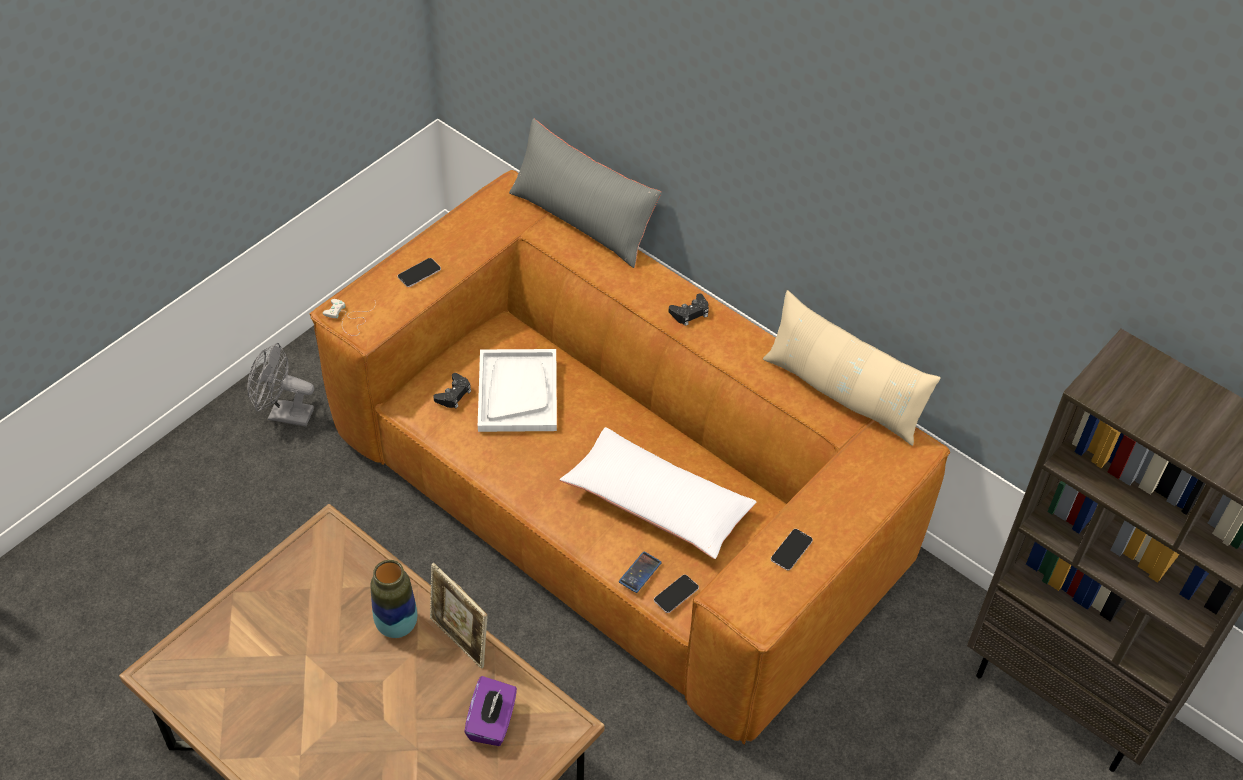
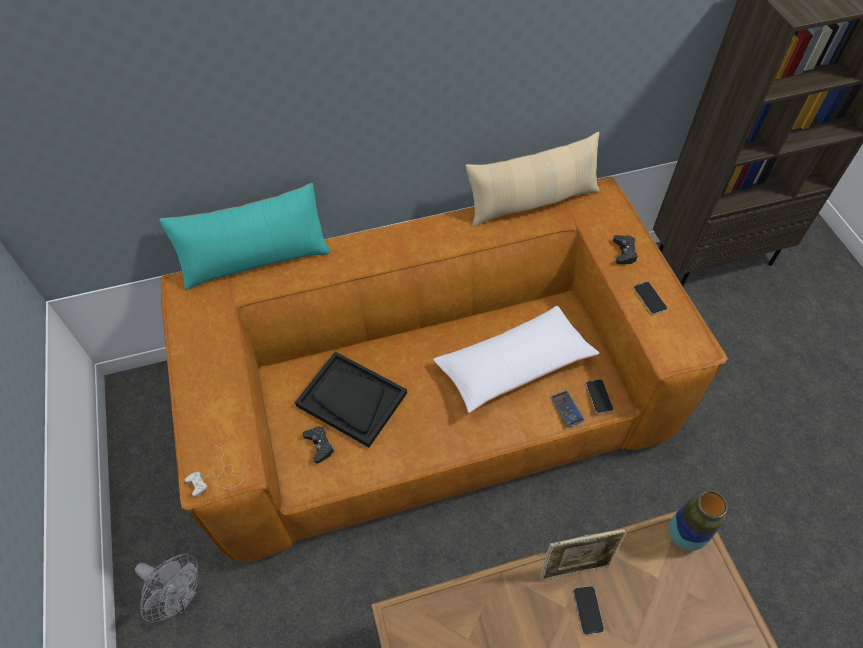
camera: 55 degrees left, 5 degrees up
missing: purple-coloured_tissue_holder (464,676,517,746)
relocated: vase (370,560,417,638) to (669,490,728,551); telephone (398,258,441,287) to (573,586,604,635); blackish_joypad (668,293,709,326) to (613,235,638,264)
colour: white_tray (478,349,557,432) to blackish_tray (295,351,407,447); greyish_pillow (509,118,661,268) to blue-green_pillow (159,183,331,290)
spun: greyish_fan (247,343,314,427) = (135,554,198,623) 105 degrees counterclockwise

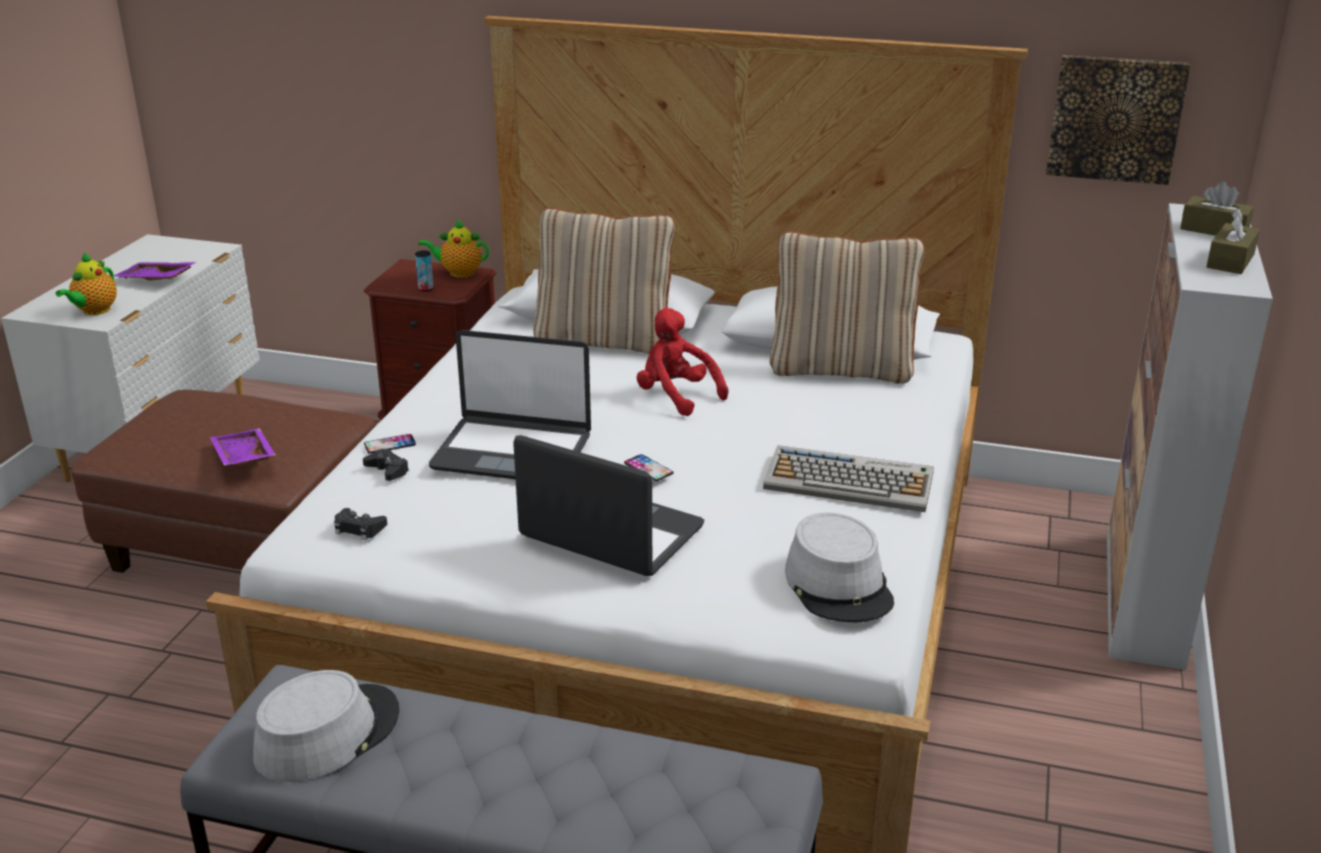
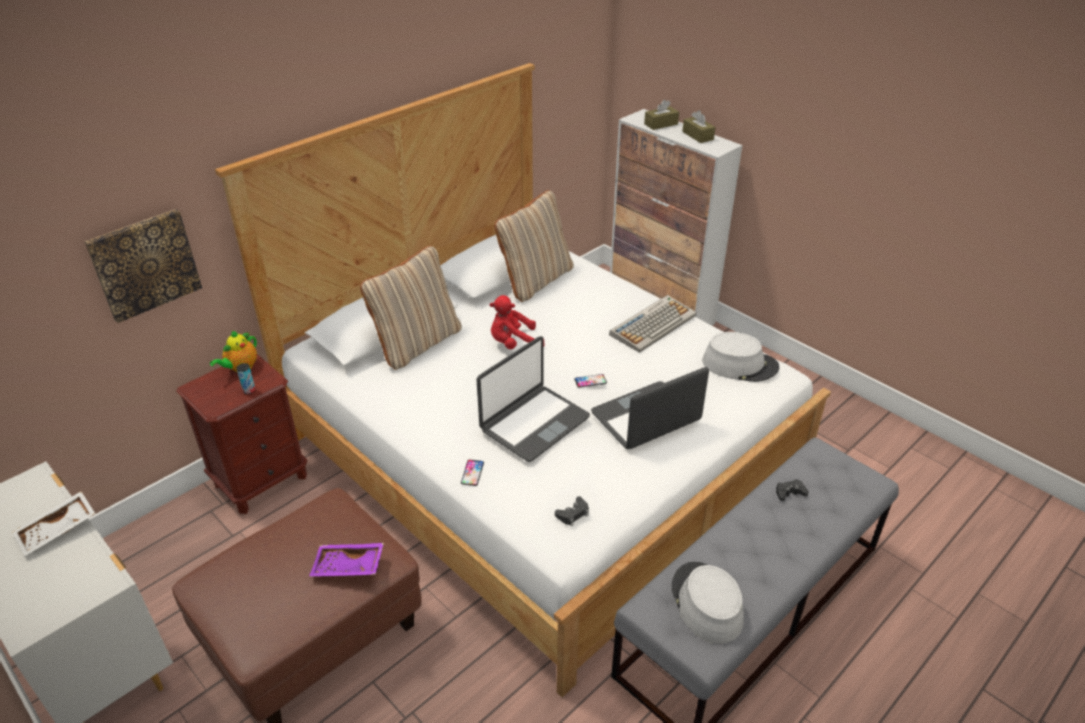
camera: 60 degrees left, 10 degrees up
missing: tea_pot (55,253,117,315)
relocated: blackish_joypad (363,449,409,481) to (776,479,809,501); picture (1046,55,1190,185) to (84,209,202,323)
colour: purple-coloured_tray (114,262,197,281) to white_tray (12,491,95,556)

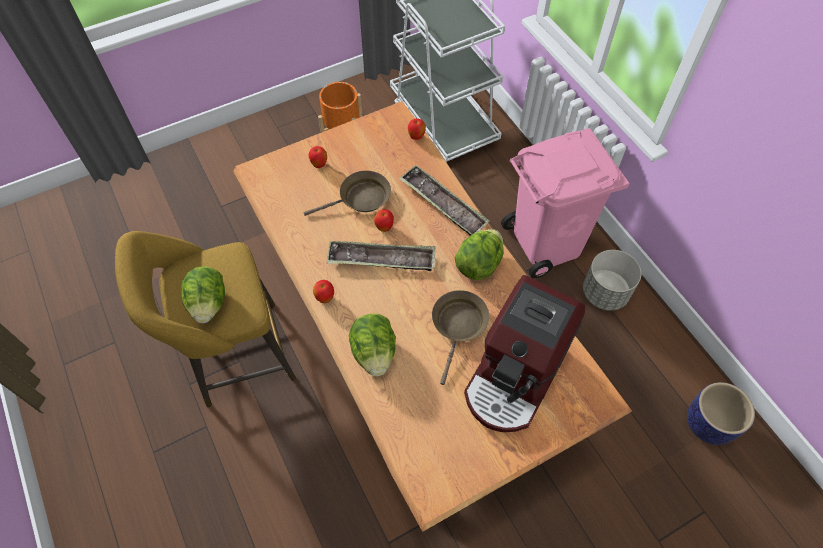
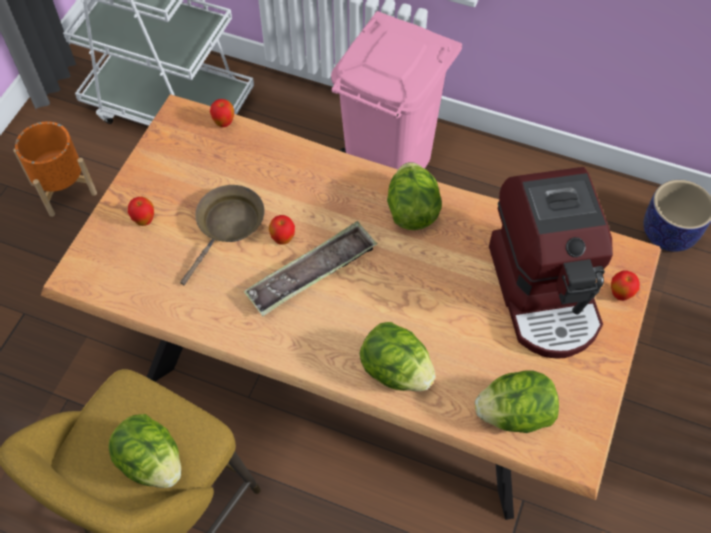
camera: 40 degrees left, 0 degrees up
missing: tray (399,164,490,235); brownish_skillet (432,290,489,385); greyish_plant_pot (583,250,641,311)
appeared: lettuce (475,370,559,433)
relocated: whole_apple (313,280,334,303) to (611,271,640,301)

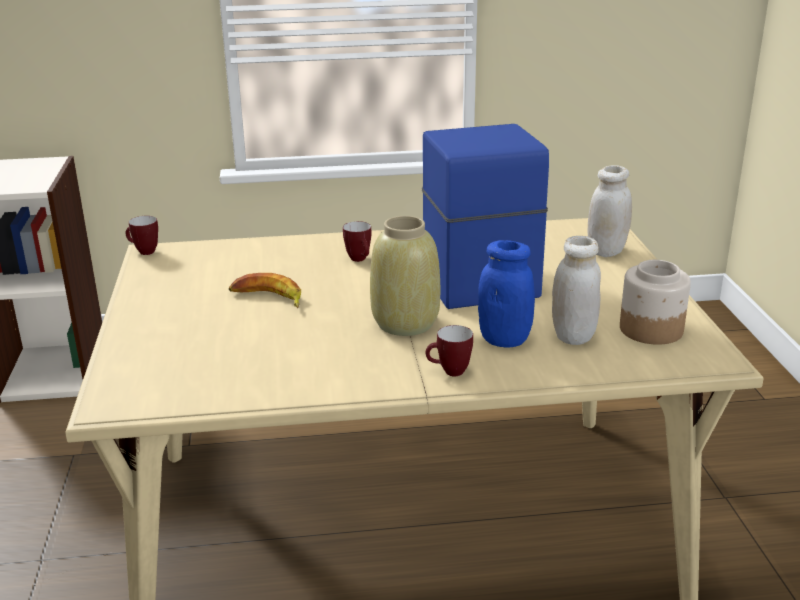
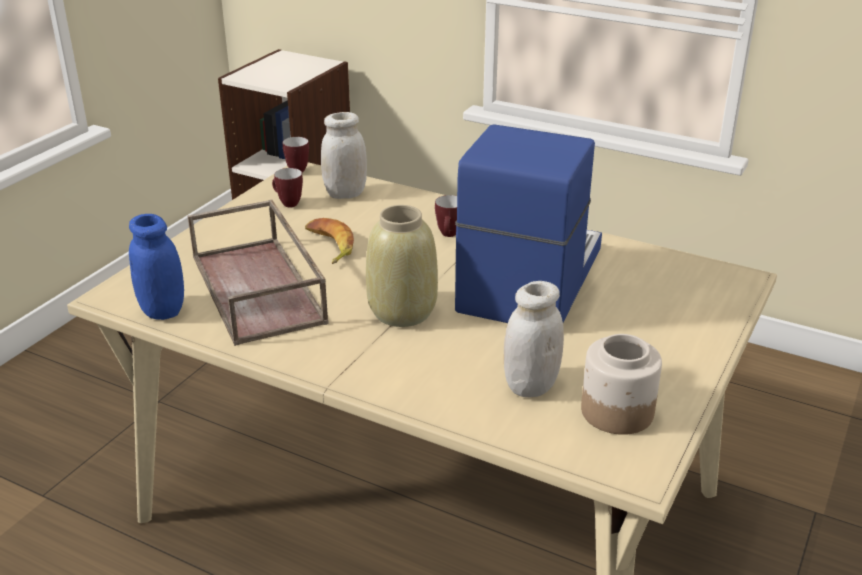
camera: 35 degrees right, 5 degrees up
appeared: brownish_tray (187,200,329,346)
relocated: coffee_mug (426,325,473,377) to (272,168,303,207); blue_preserve_jar (478,240,535,348) to (129,214,184,320); white_preserve_jar (588,165,632,257) to (321,112,367,199)

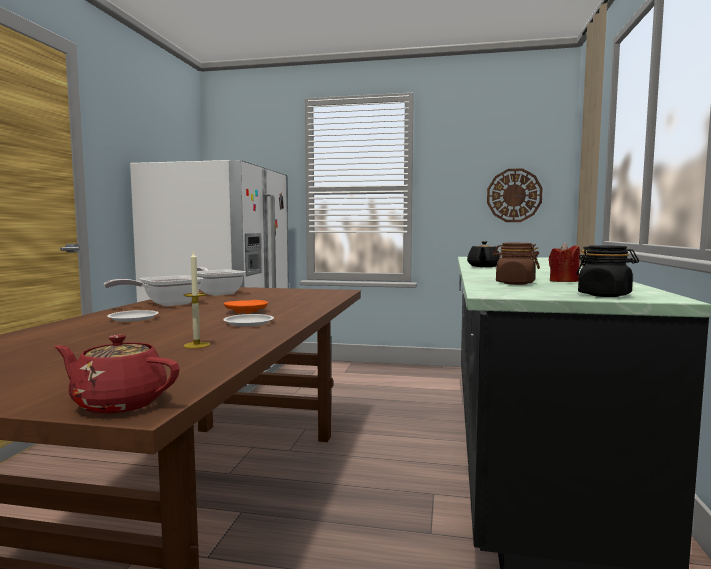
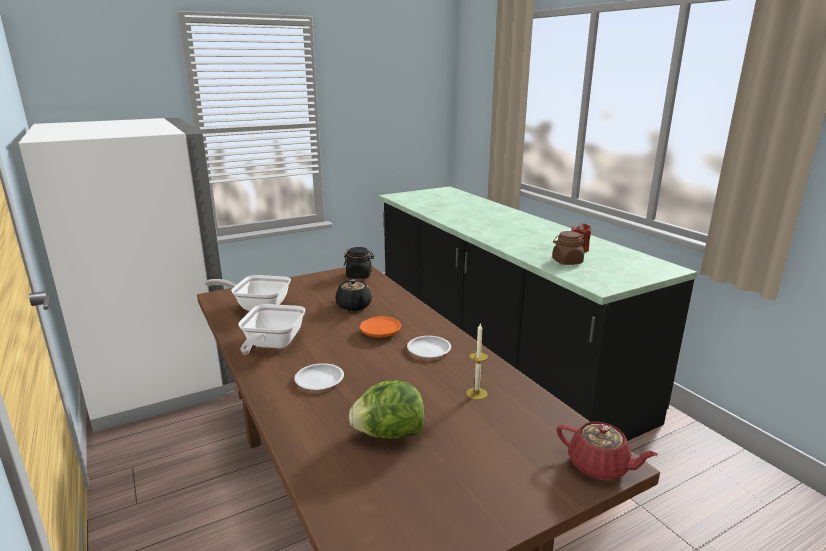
camera: 40 degrees left, 15 degrees up
missing: wall_clock (487,168,543,222)
appeared: lettuce (349,380,425,439)
relocated: blackish_tea_pot (467,241,501,267) to (335,279,372,311); blackish_preserve_jar (576,245,639,297) to (344,247,374,279)
spun: reddish_tea_pot (54,335,180,414) = (557,422,658,480) 120 degrees counterclockwise

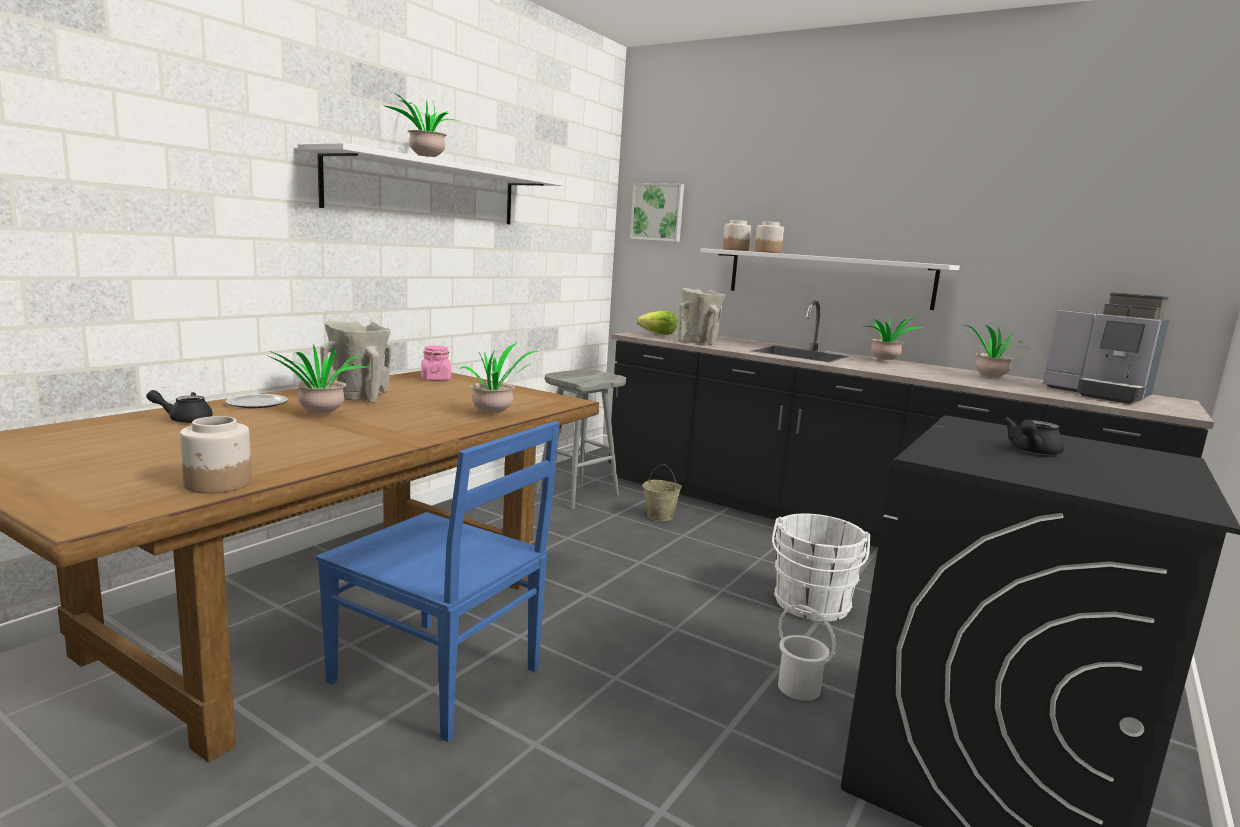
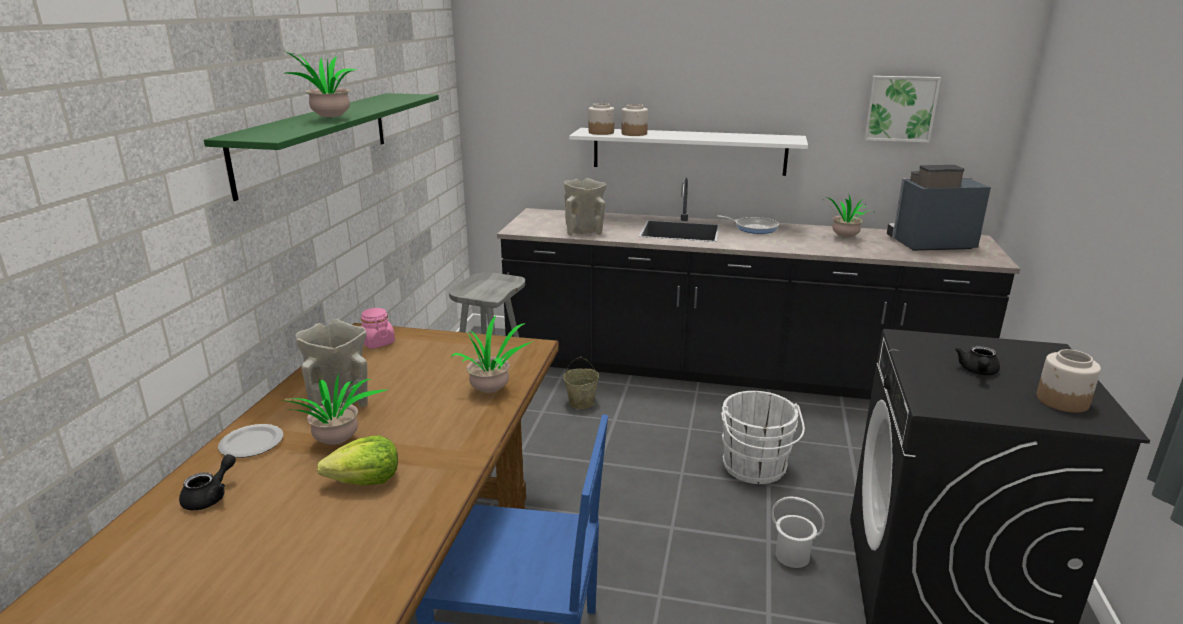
camera: 20 degrees left, 10 degrees up
relocated: preserve_jar (180,416,252,494) to (1036,349,1101,413); picture (630,183,684,242) to (864,76,941,143); lettuce (637,311,677,335) to (317,436,398,485)
exchanged: houseplant (865,314,924,361) to skillet (717,215,779,234)
colour: white_shelf (298,143,563,224) to greenish_shelf (204,93,439,201)
spun: blackish_tea_pot (146,390,213,423) = (179,454,236,510) 150 degrees clockwise; coffee_brewer (1043,292,1169,404) = (887,165,991,251) 150 degrees clockwise

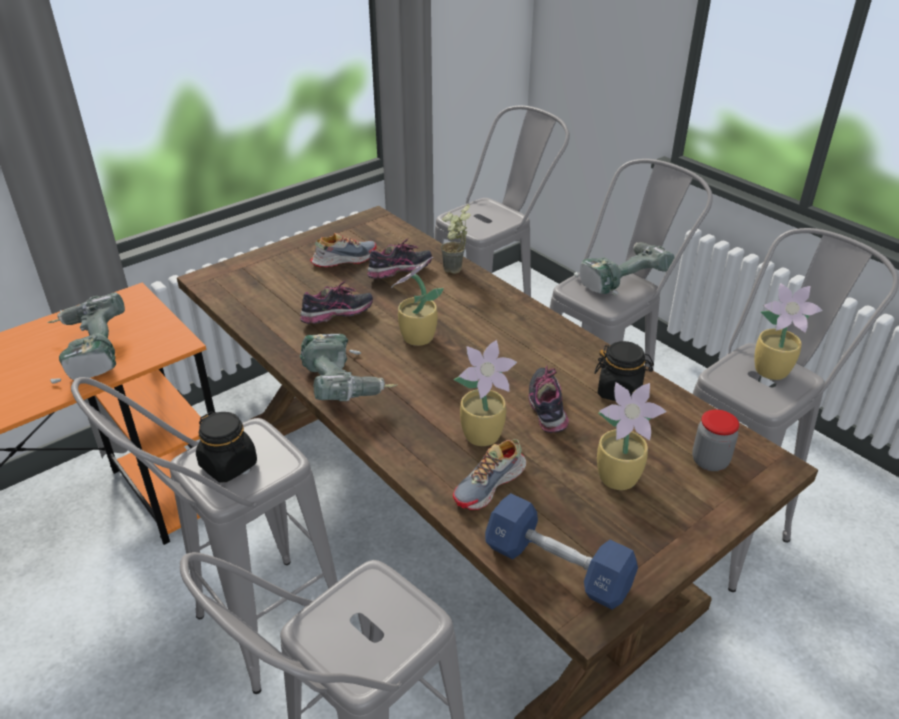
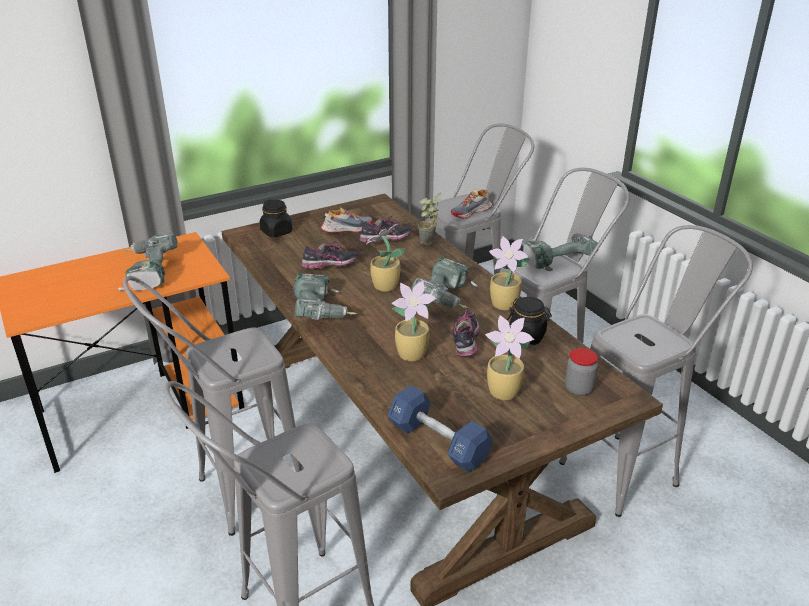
camera: 10 degrees right, 5 degrees down
appeared: drill (411,257,478,309)
relocated: blackish_preserve_jar (196,411,257,482) to (260,199,292,237); shoe (453,439,526,510) to (451,189,492,219); houseplant (755,283,823,380) to (489,236,529,310)

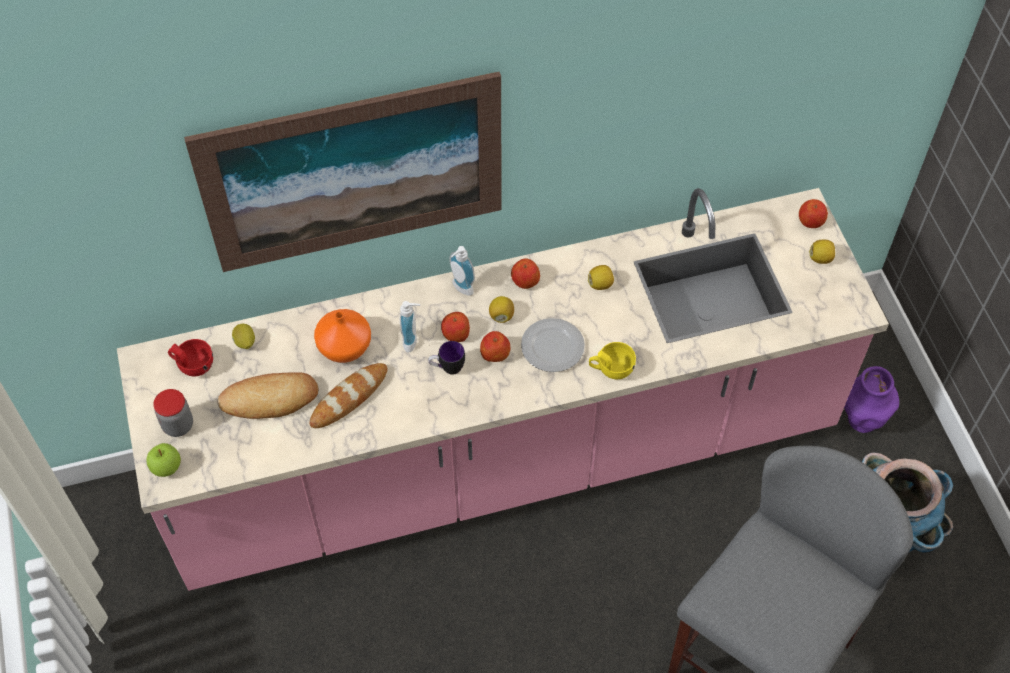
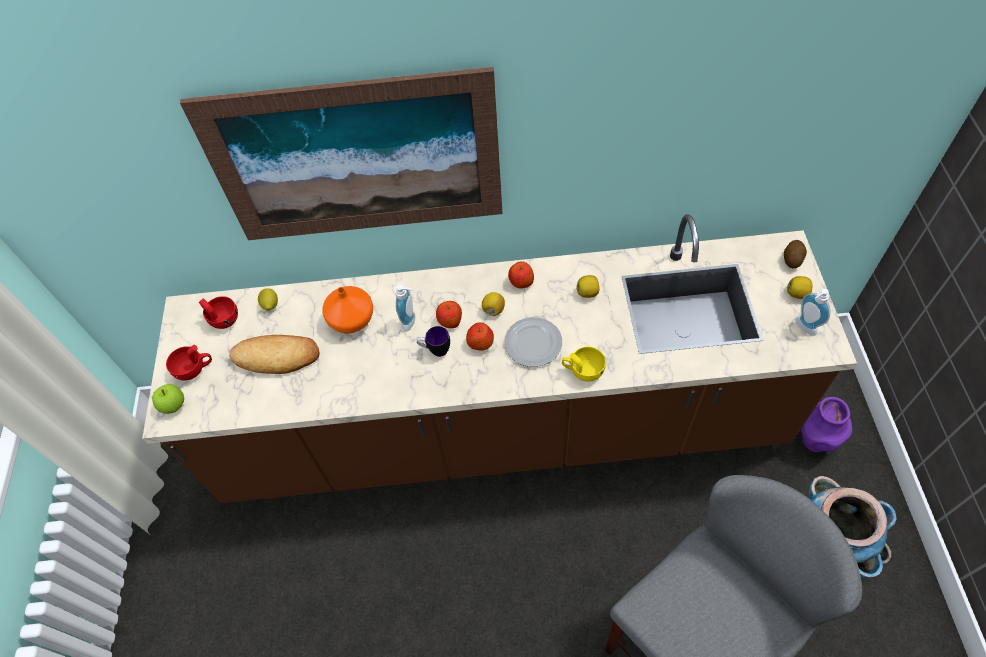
camera: 15 degrees right, 0 degrees up
missing: baked_bread (309,363,387,428)
relocated: liquid_soap_bottle (449,246,475,296) to (796,289,831,336)
exchanged: preserve_jar (153,389,193,437) to reddish_drinking_cup (166,345,212,380); whole_apple (799,199,828,228) to potato (784,240,807,268)
colour: pink-coloured_kitchen_base_unit (117,188,889,591) to brownish_kitchen_base_unit (142,214,857,503)

